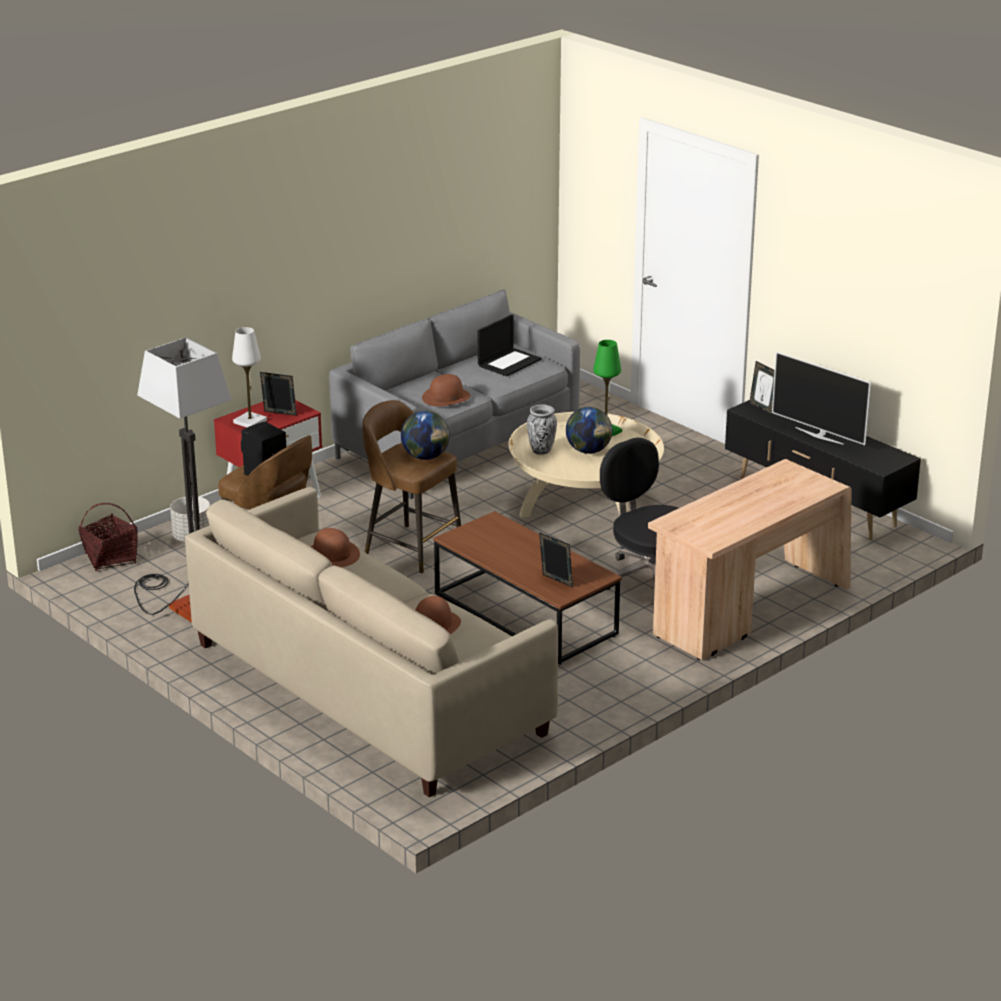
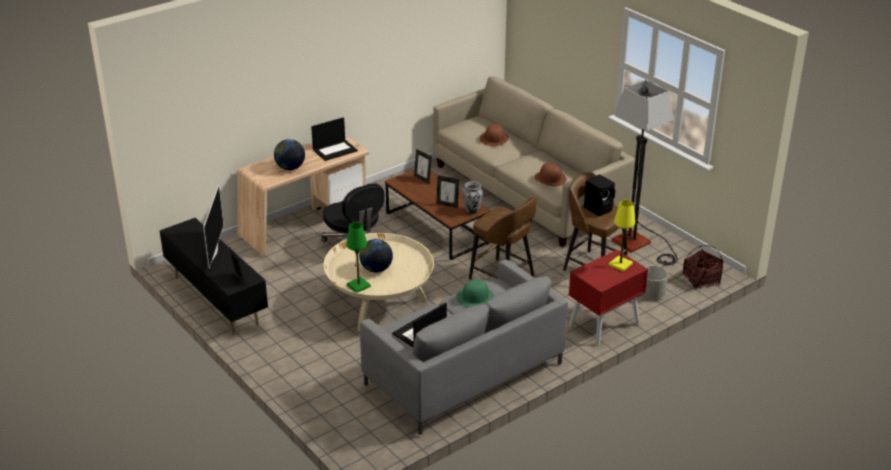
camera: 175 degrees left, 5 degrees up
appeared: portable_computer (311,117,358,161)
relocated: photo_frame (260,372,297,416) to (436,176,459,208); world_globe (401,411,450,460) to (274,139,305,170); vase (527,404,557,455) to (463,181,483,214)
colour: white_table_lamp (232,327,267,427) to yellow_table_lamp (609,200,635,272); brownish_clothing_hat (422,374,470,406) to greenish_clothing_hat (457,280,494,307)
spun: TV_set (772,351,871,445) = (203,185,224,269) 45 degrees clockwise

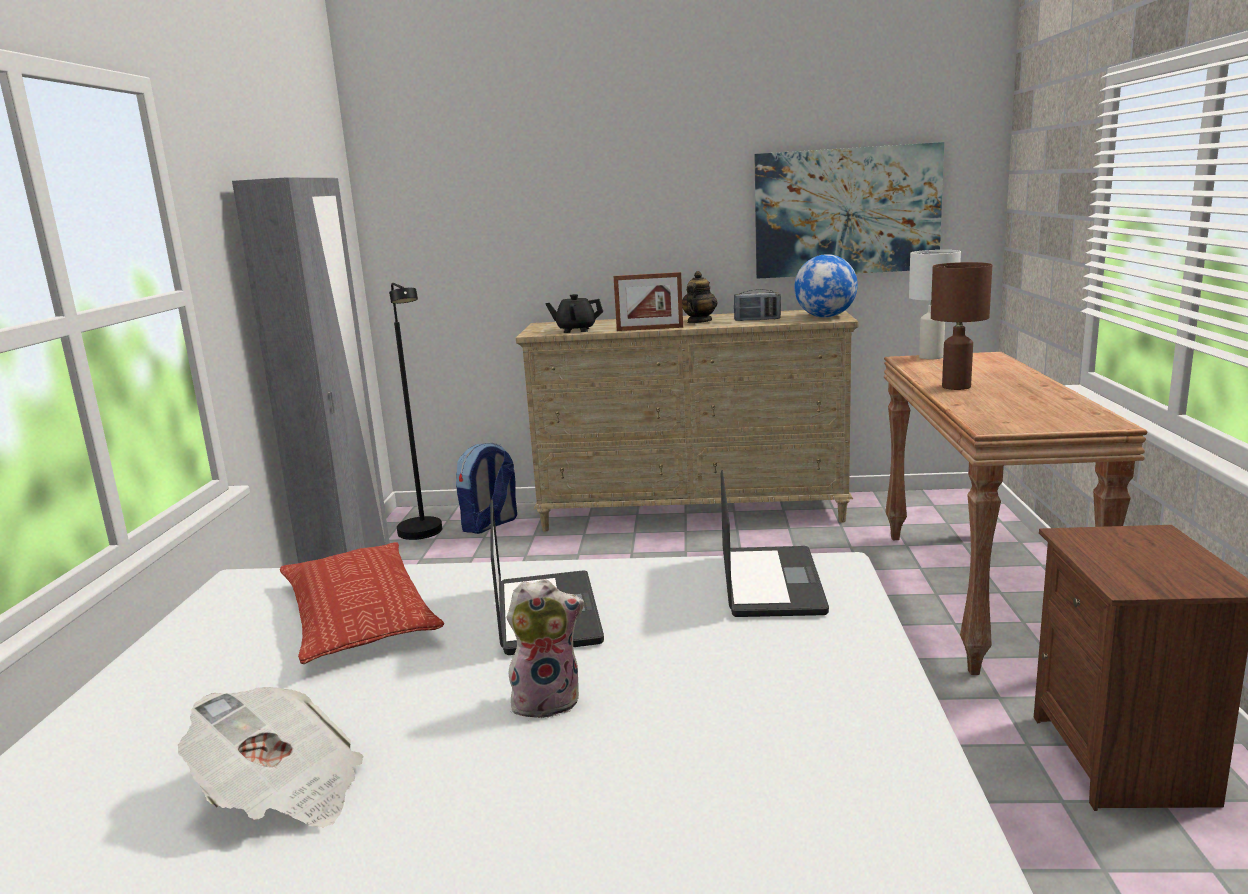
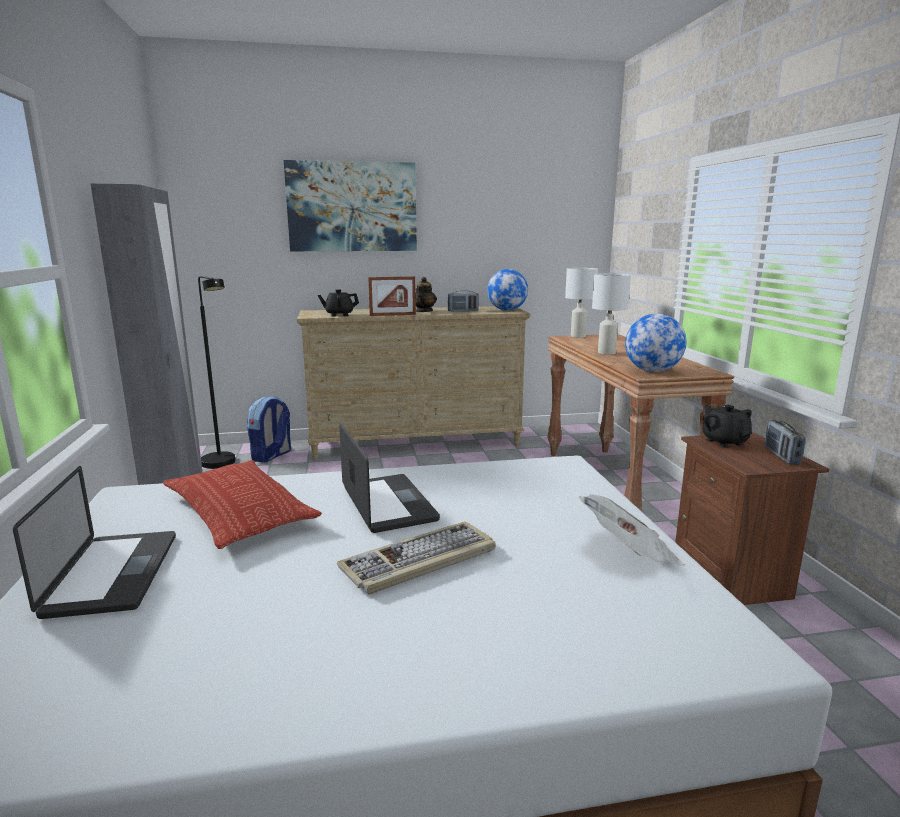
camera: 15 degrees left, 0 degrees up
appeared: world_globe (625,313,687,372); blackish_tea_pot (702,405,752,448); radio_set (765,420,805,465)
relocated: printed_paper (178,687,364,827) to (579,495,685,566); portable_computer (721,470,829,617) to (13,466,176,619); picture (754,142,944,279) to (284,160,417,251)
exchanged: soft_toy (506,579,584,718) to keyboard (337,521,496,594)
colour: brownish_table_lamp (931,262,992,390) to white_table_lamp (592,273,631,355)

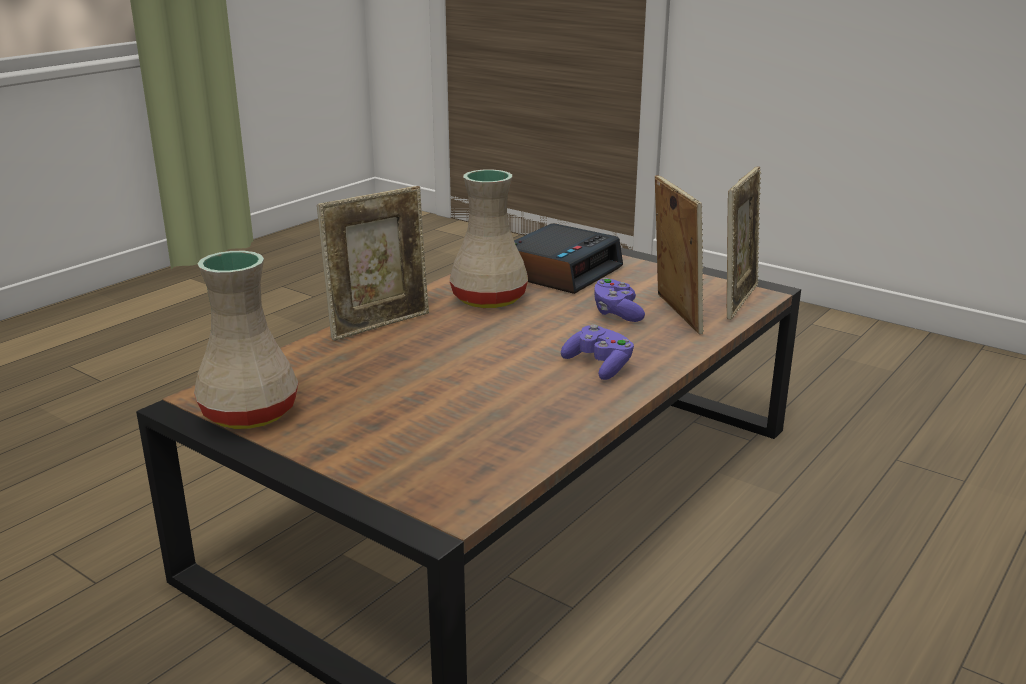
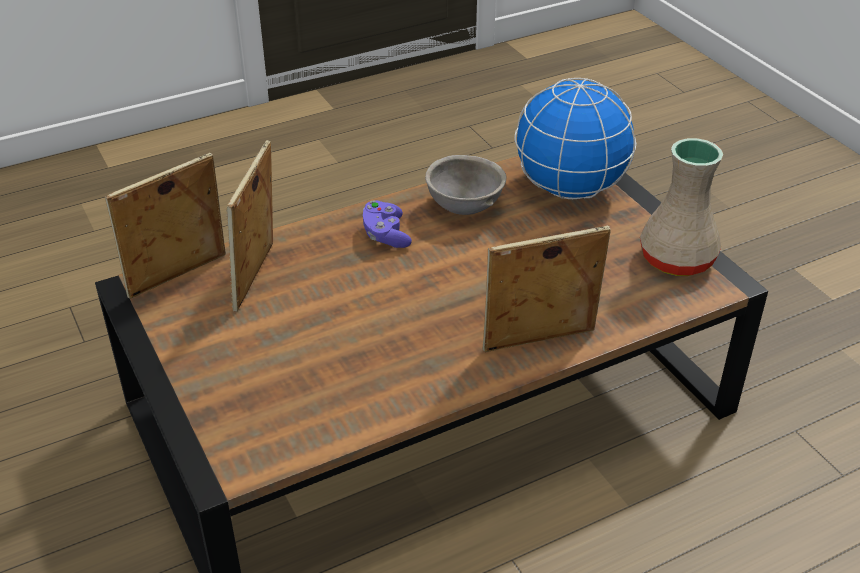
camera: 155 degrees left, 15 degrees up
missing: beige_vase (450,170,528,308); table_clock (514,223,623,294); purple-coloured_joypad (594,278,645,322)
appeared: greyish_bowl (425,155,507,215); world_globe (514,78,636,199)

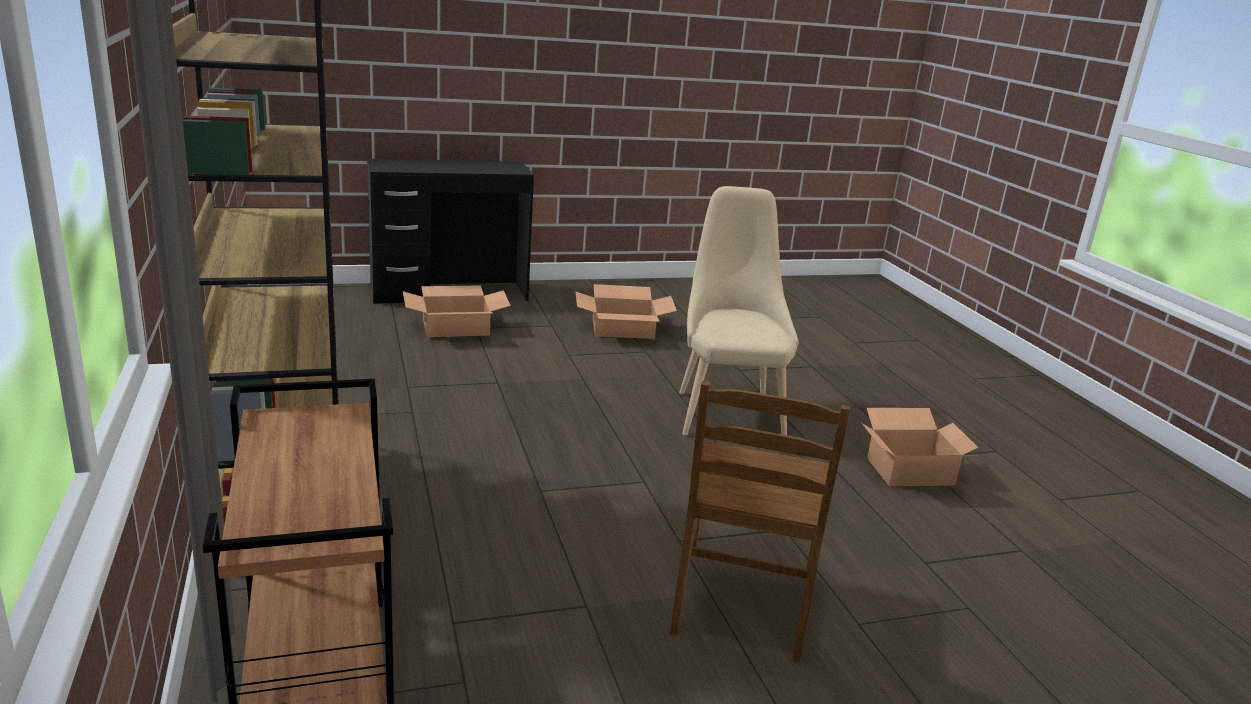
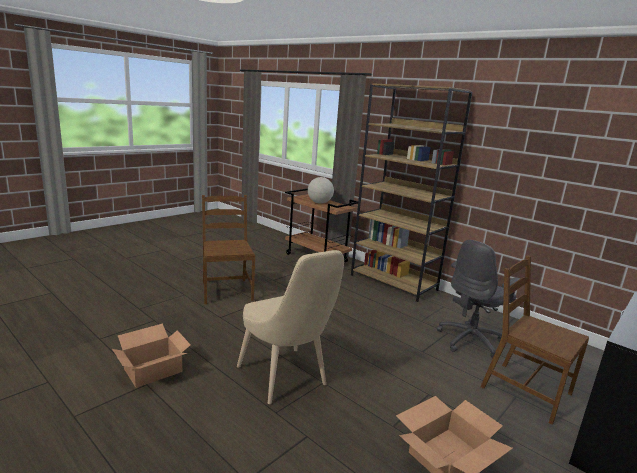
camera: 150 degrees right, 5 degrees down
appeared: world_globe (308,177,334,204); greyish_office_chair (437,240,520,358)
exchanged: cardboard_box (403,285,511,337) to brownish_upright_chair (480,255,589,425)

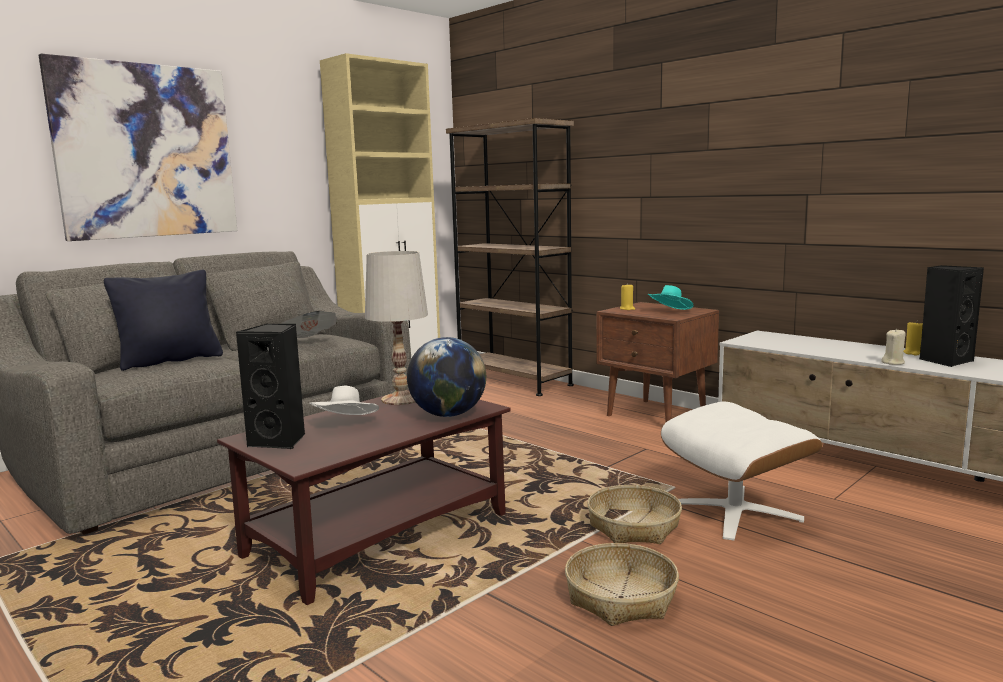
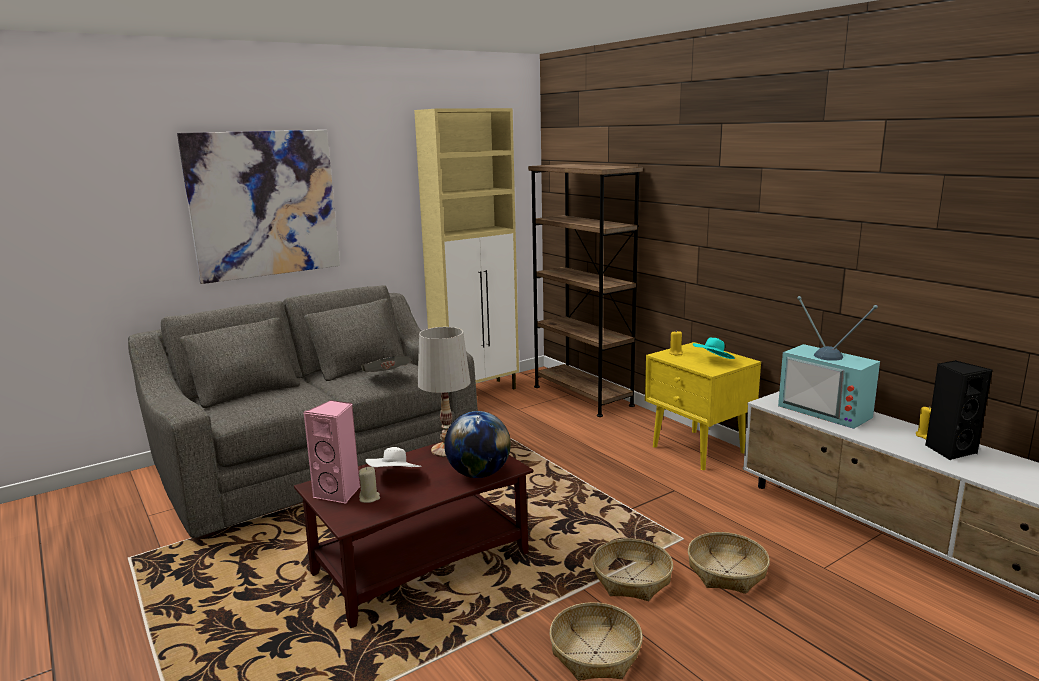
camera: 10 degrees right, 5 degrees up
missing: blackish_pillow (104,270,223,371)
appeared: TV_set (778,296,880,429)
relocated: beige_wax_light (881,328,905,365) to (359,467,380,503)
exchanged: white_footrest (661,402,823,541) to basket (688,532,770,594)
colour: blackish_speaker (235,324,305,449) to pink-coloured_speaker (304,400,360,505); brownish_night_table (596,302,719,422) to yellow_night_table (645,342,761,470)

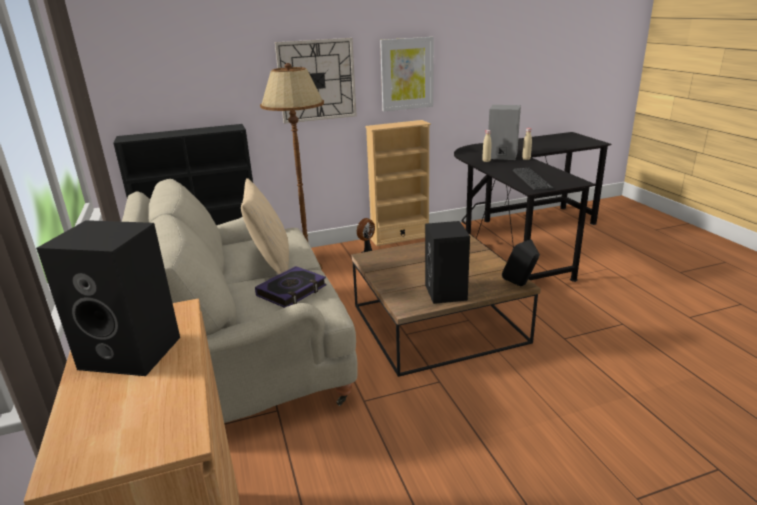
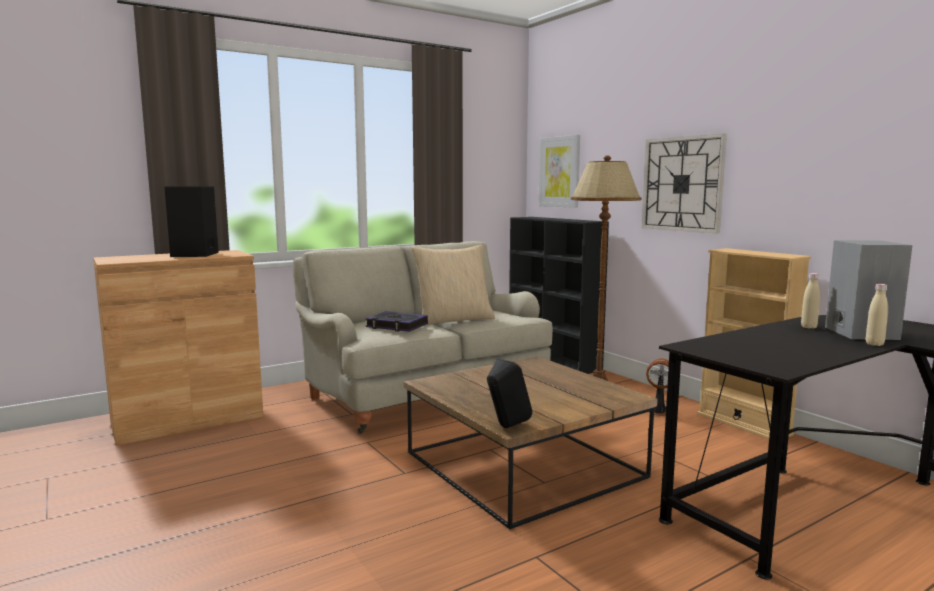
camera: 75 degrees right, 15 degrees down
missing: blackish_speaker (425,221,470,304); keyboard (513,168,553,190)
relocated: picture (380,37,434,111) to (539,135,580,208)

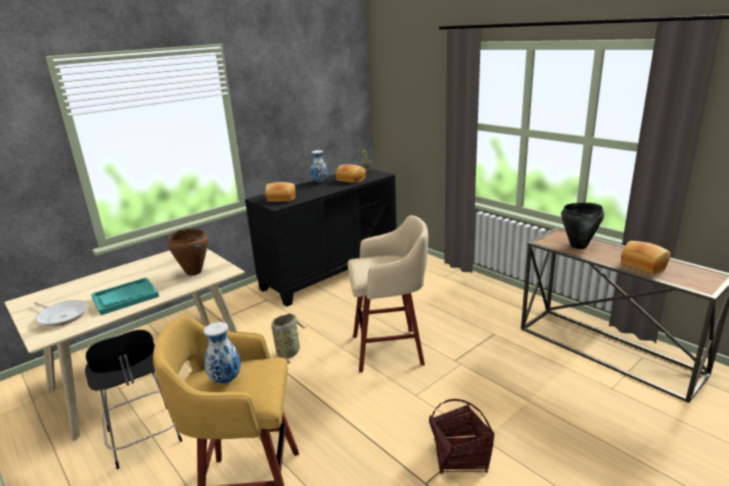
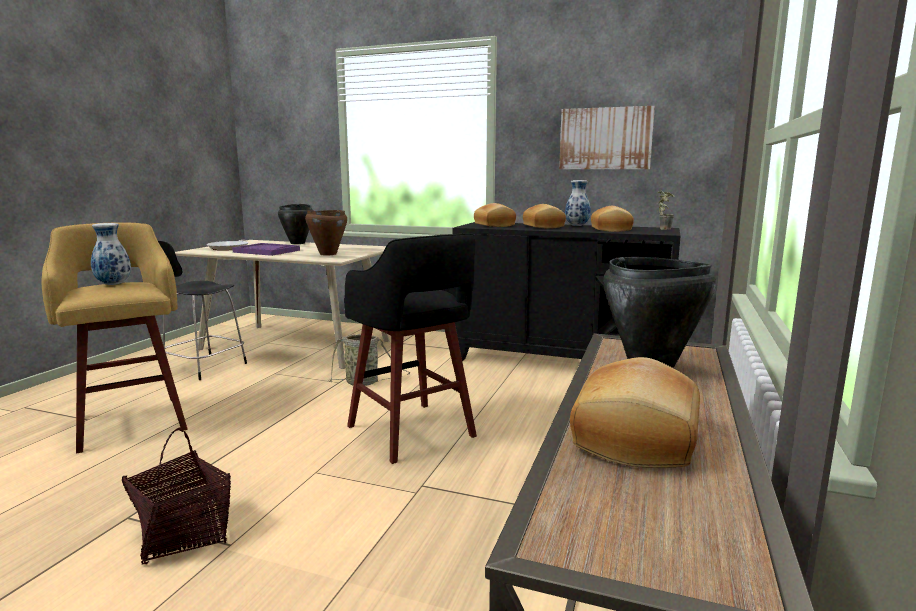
camera: 60 degrees right, 10 degrees down
appeared: blackish_cooking_pot (278,204,313,244); baked_bread (523,204,566,229); picture (559,106,655,169)
colour: blue-green_tray (91,277,159,315) to purple-coloured_tray (232,243,300,256); beige_stool_seat (348,215,428,372) to blackish_stool_seat (344,233,477,464)

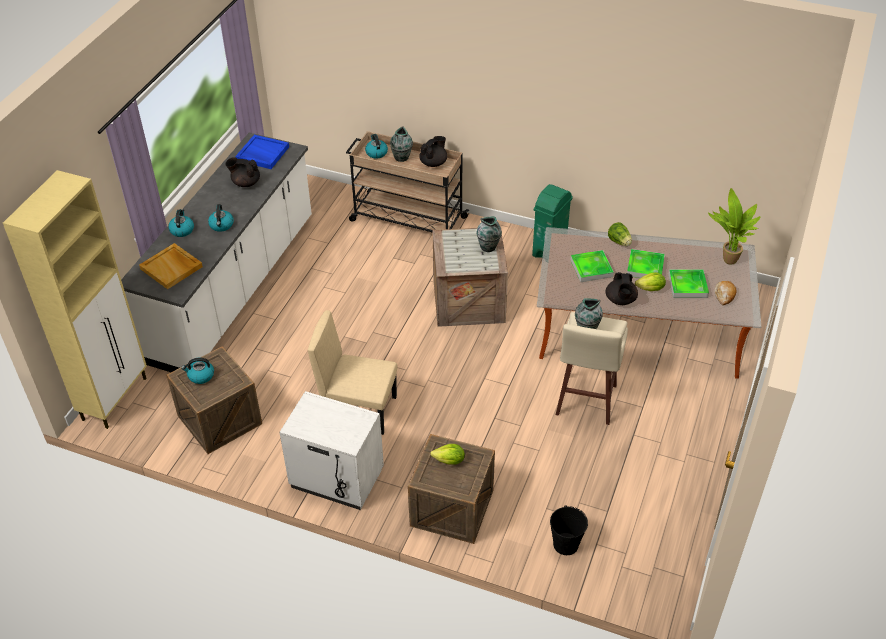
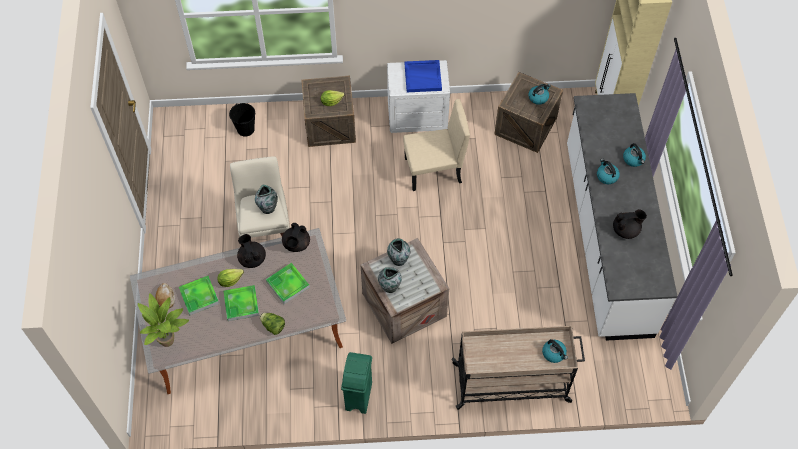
camera: 155 degrees right, 15 degrees up
missing: beige_tray (139,243,203,289)
relocated: blue_tray (235,135,289,169) to (405,60,442,92); vase (390,126,413,162) to (387,238,410,266); blackish_tea_pot (419,136,447,167) to (282,223,310,252)

